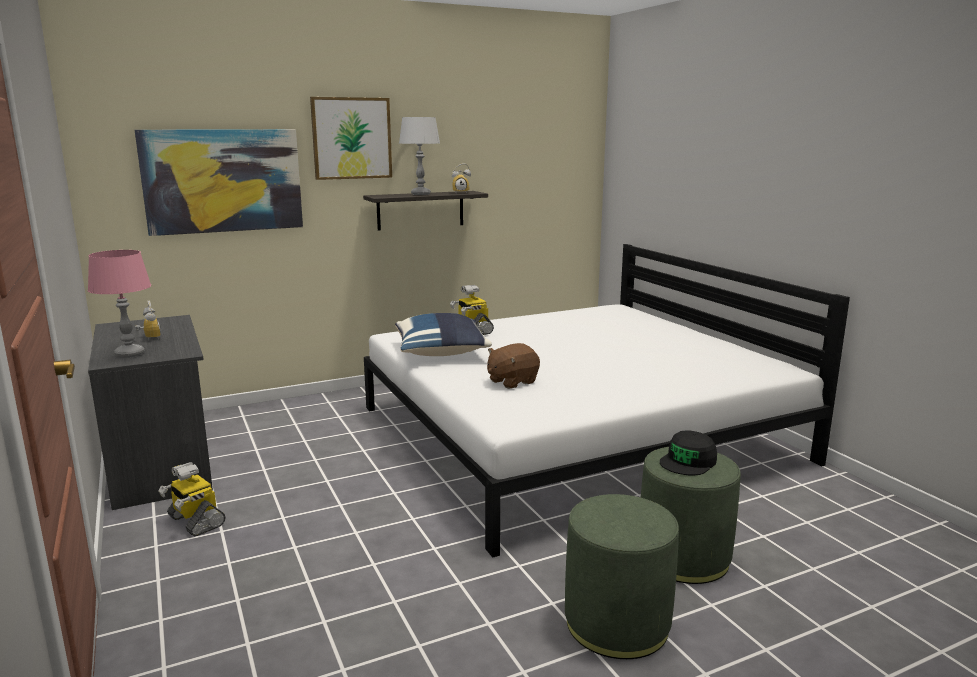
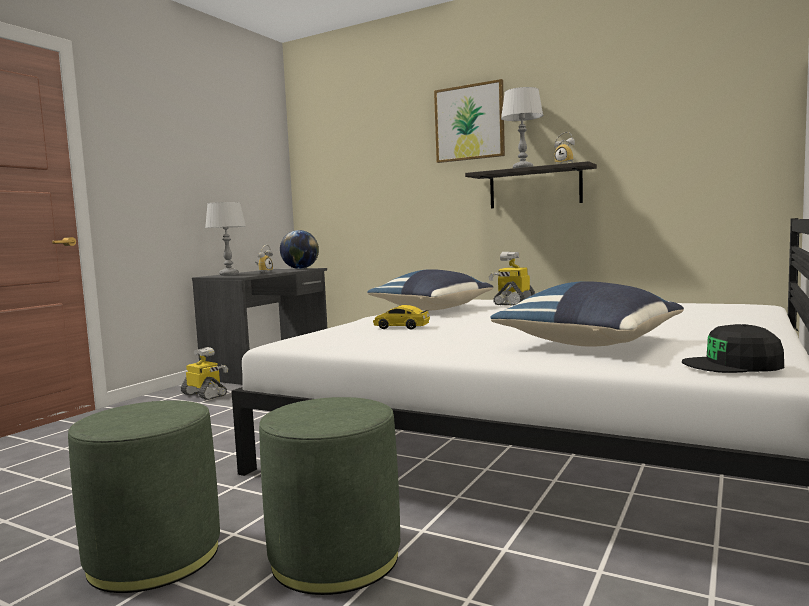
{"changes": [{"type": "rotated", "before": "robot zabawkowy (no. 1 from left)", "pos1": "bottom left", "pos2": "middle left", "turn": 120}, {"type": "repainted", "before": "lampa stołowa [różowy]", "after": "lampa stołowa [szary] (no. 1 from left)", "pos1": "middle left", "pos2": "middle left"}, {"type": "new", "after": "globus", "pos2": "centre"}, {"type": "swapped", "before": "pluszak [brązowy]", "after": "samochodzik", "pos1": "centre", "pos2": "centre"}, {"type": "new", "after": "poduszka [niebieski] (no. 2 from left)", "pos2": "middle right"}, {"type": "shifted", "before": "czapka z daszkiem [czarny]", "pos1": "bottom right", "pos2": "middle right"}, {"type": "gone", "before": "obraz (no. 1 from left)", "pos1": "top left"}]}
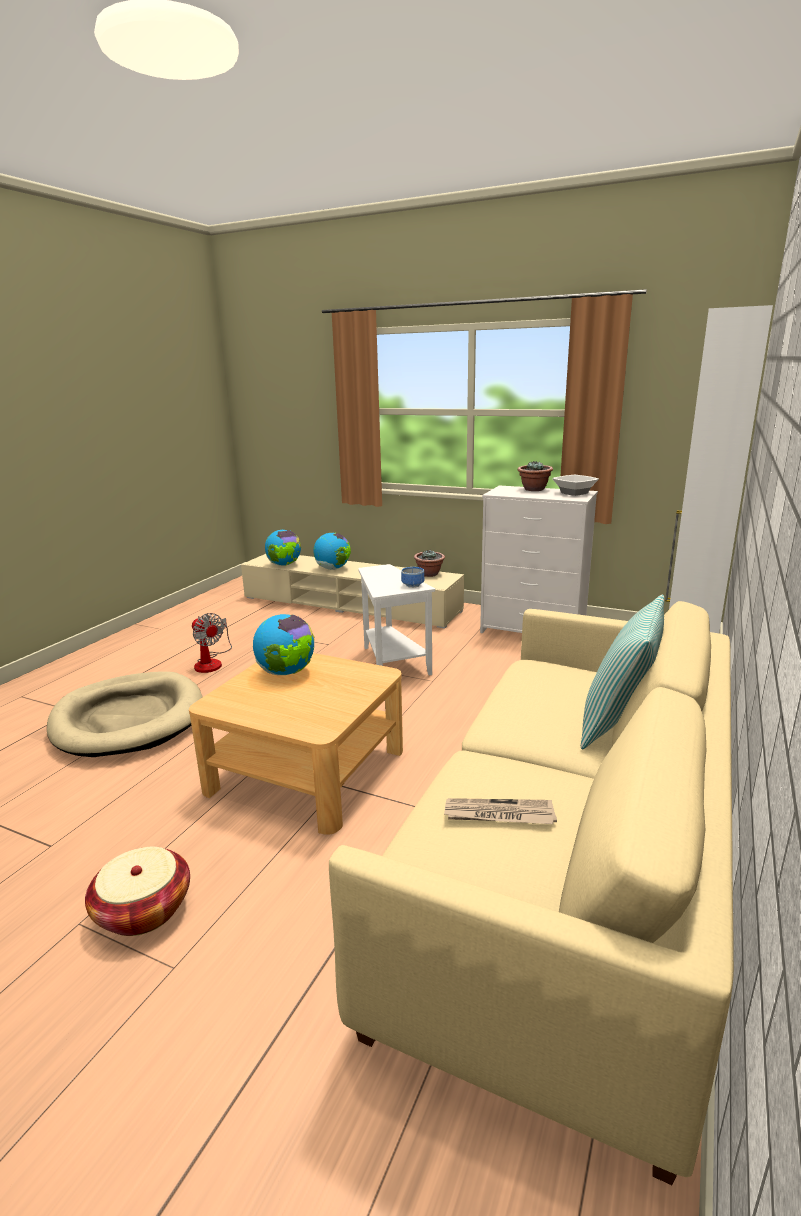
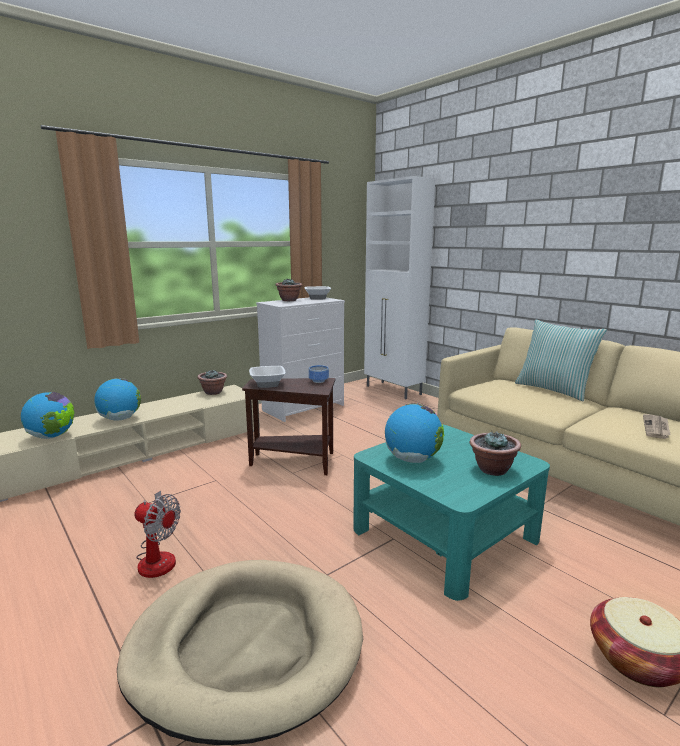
{"changes": [{"type": "rotated", "before": "wentylator", "pos1": "middle left", "pos2": "bottom left", "turn": 45}, {"type": "repainted", "before": "stolik [biały]", "after": "stolik [brązowy]", "pos1": "centre", "pos2": "centre"}, {"type": "new", "after": "miska (no. 1 from left)", "pos2": "centre"}, {"type": "repainted", "before": "ława [beżowy]", "after": "ława [turkusowy]", "pos1": "centre", "pos2": "bottom centre"}, {"type": "new", "after": "roślina doniczkowa (no. 3 from left)", "pos2": "middle right"}]}
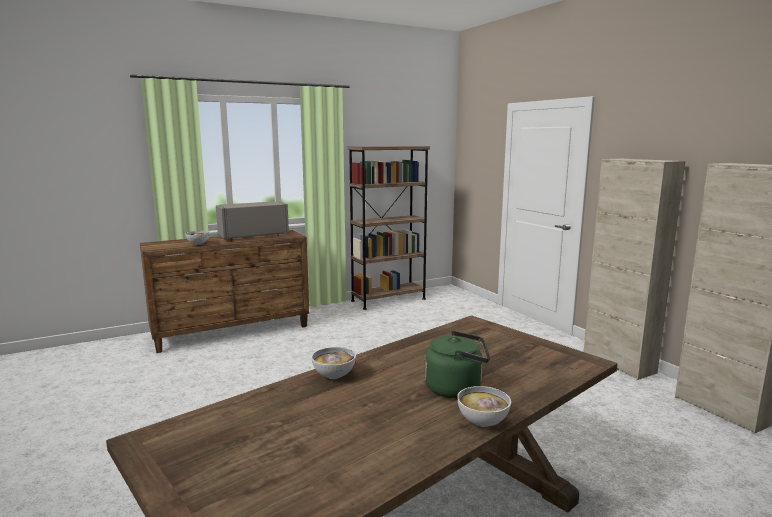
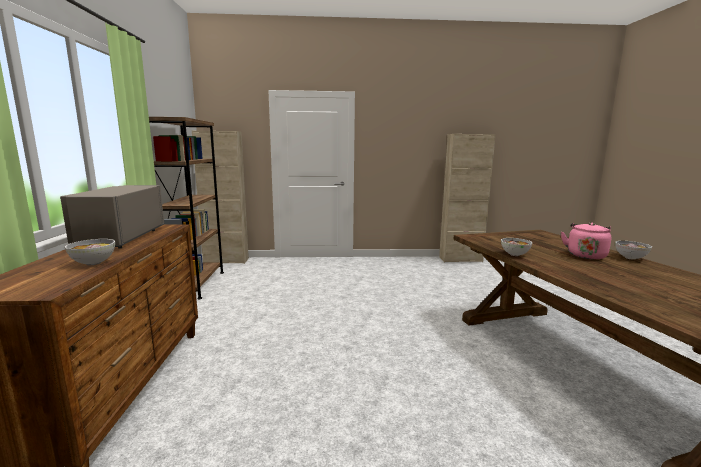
{"changes": [{"type": "shifted", "before": "szafka [beżowy] (no. 1 from left)", "pos1": "middle right", "pos2": "middle left"}, {"type": "shifted", "before": "miska (no. 2 from left)", "pos1": "bottom centre", "pos2": "middle right"}, {"type": "repainted", "before": "czajnik [zielony]", "after": "czajnik [różowy]", "pos1": "bottom centre", "pos2": "middle right"}]}
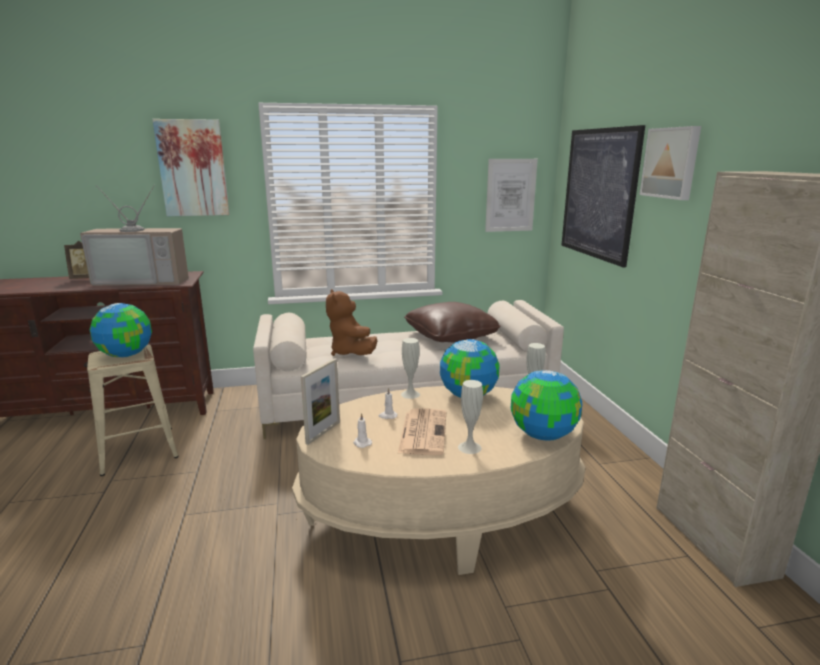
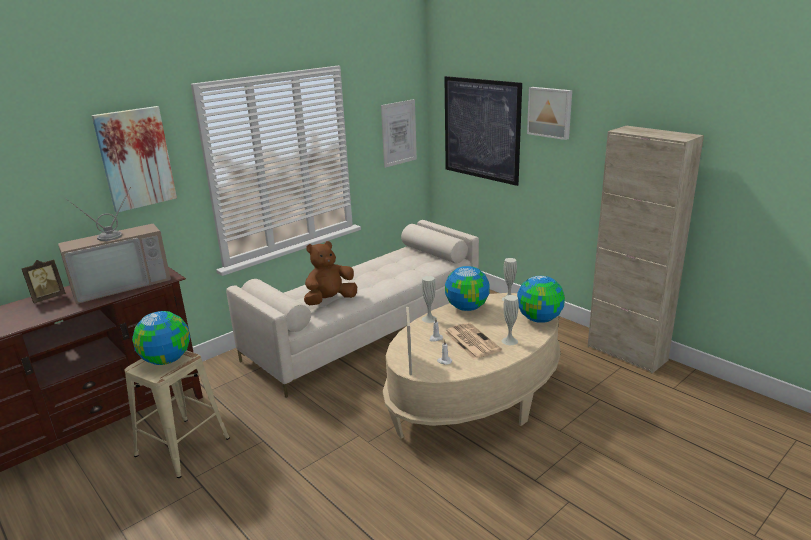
{"changes": [{"type": "rotated", "before": "pluszak [brązowy]", "pos1": "centre", "pos2": "centre", "turn": 105}, {"type": "gone", "before": "poduszka [brązowy]", "pos1": "centre"}]}
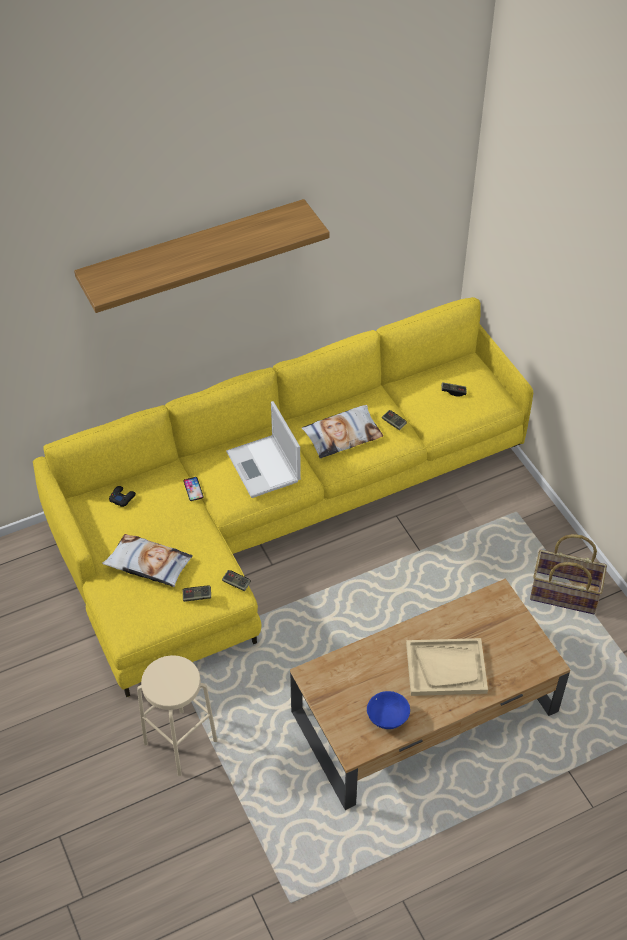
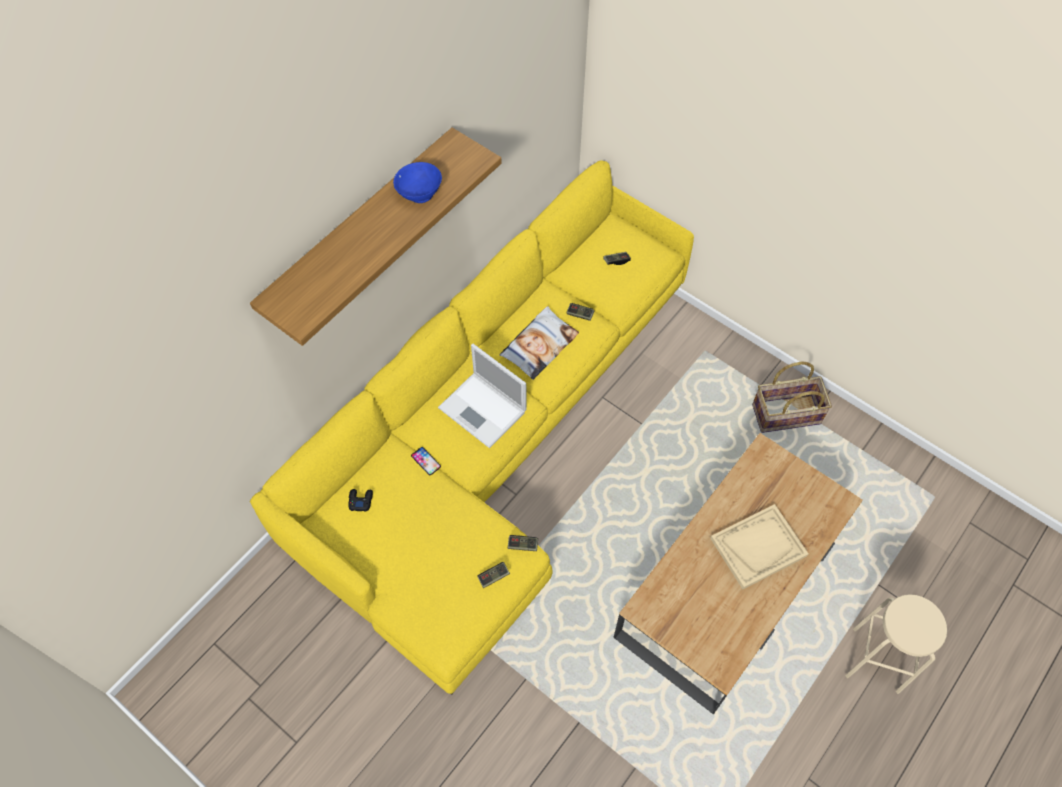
{"changes": [{"type": "shifted", "before": "miska [niebieski]", "pos1": "bottom centre", "pos2": "top centre"}, {"type": "shifted", "before": "stołek [beżowy]", "pos1": "bottom left", "pos2": "bottom right"}, {"type": "gone", "before": "poduszka (no. 1 from left)", "pos1": "middle left"}]}
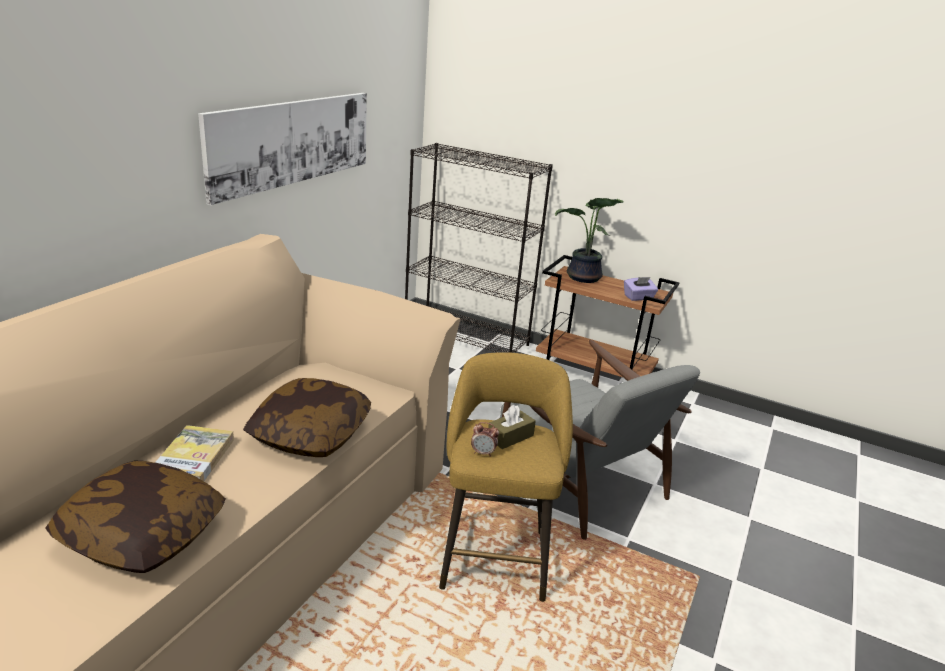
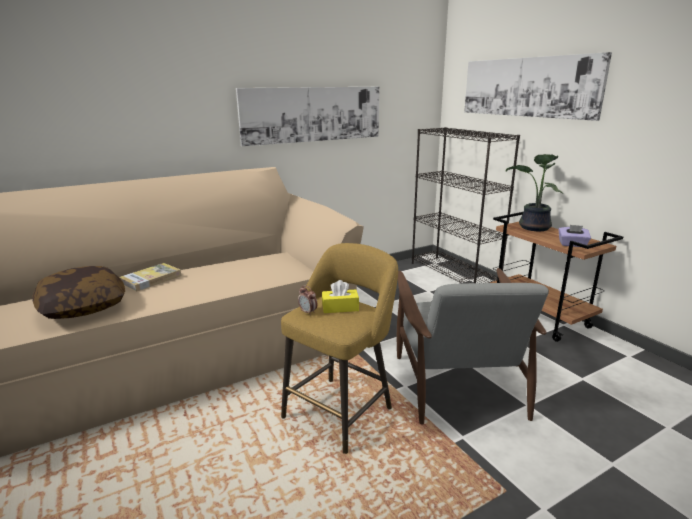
{"changes": [{"type": "repainted", "before": "pudełko chusteczek [brązowy]", "after": "pudełko chusteczek [żółty]", "pos1": "centre", "pos2": "centre"}, {"type": "new", "after": "obraz (no. 2 from left)", "pos2": "top right"}, {"type": "gone", "before": "poduszka (no. 2 from left)", "pos1": "middle left"}]}
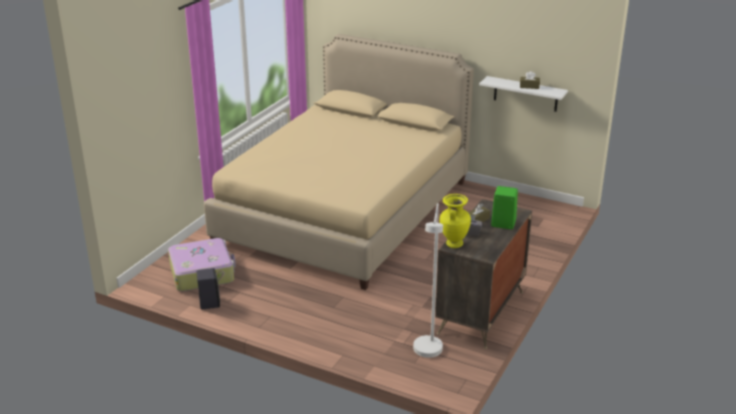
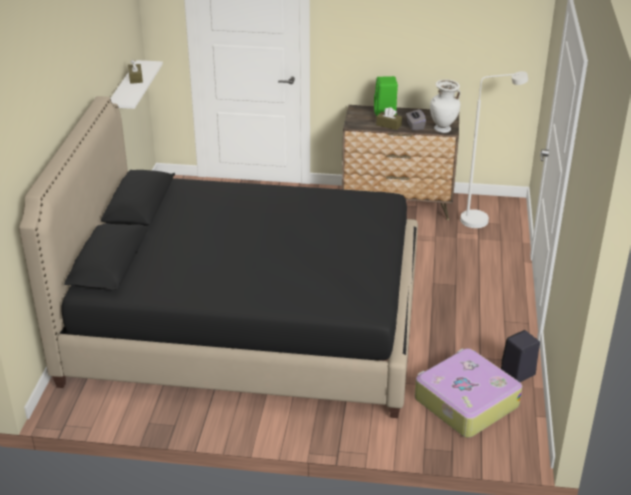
{"changes": [{"type": "repainted", "before": "łóżko [beżowy]", "after": "łóżko [czarny]", "pos1": "centre", "pos2": "centre"}, {"type": "repainted", "before": "wazon [żółty]", "after": "wazon [biały]", "pos1": "centre", "pos2": "top right"}]}
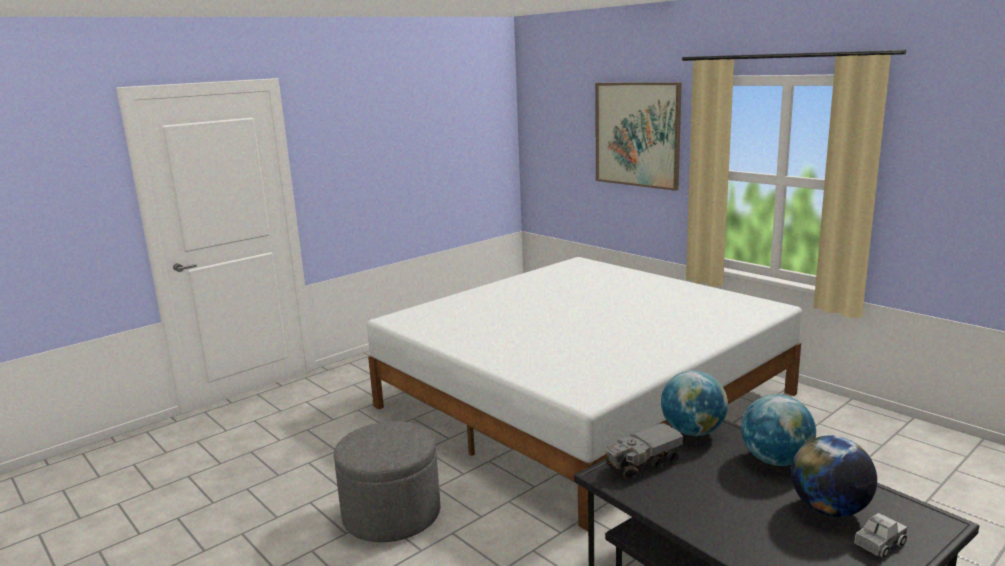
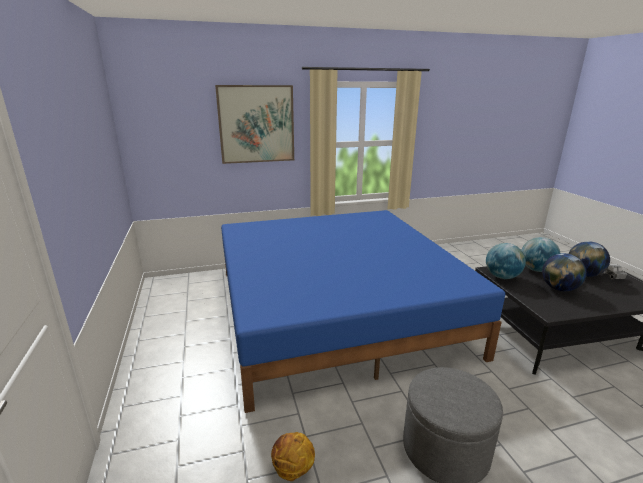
{"changes": [{"type": "repainted", "before": "łóżko [biały]", "after": "łóżko [niebieski]", "pos1": "bottom centre", "pos2": "centre"}, {"type": "new", "after": "piłka do koszykówki", "pos2": "bottom centre"}, {"type": "new", "after": "globus (no. 3 from left)", "pos2": "middle right"}, {"type": "gone", "before": "ciężarówka zabawkowa (no. 1 from left)", "pos1": "bottom centre"}]}
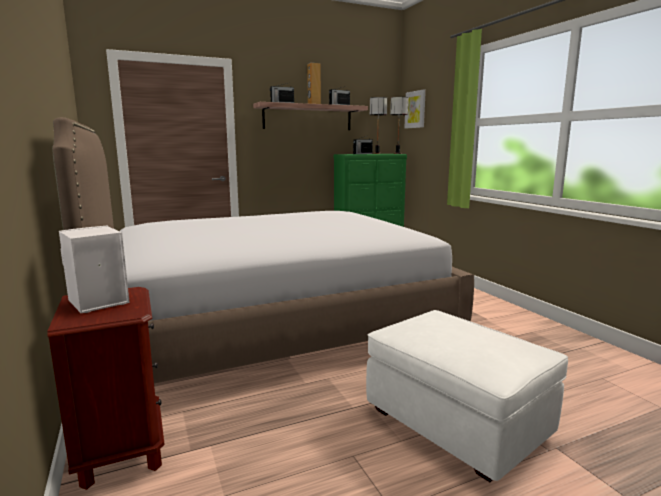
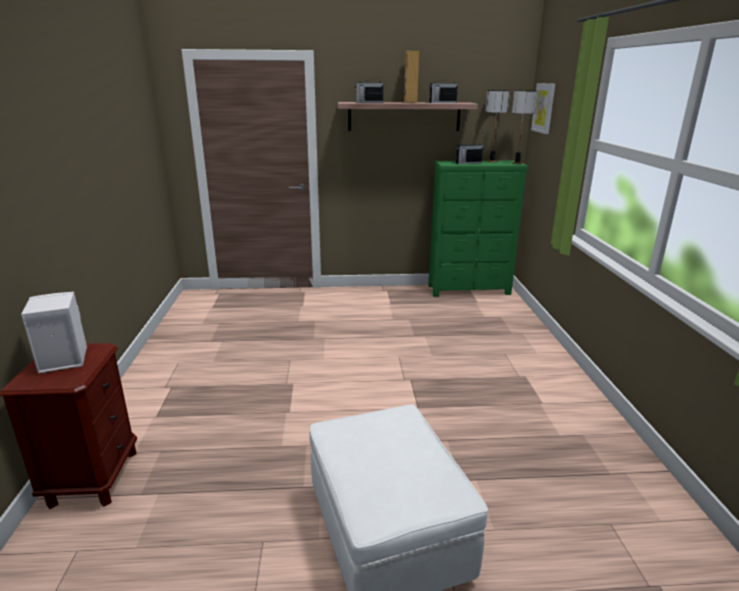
{"changes": [{"type": "gone", "before": "łóżko", "pos1": "centre"}]}
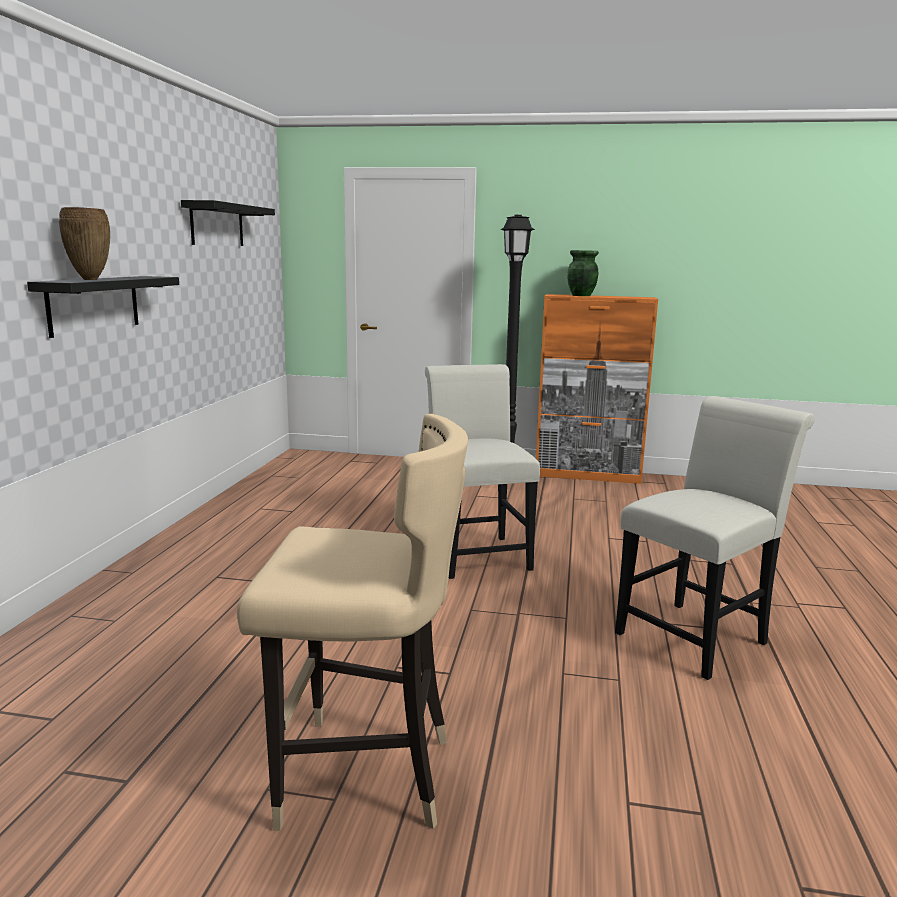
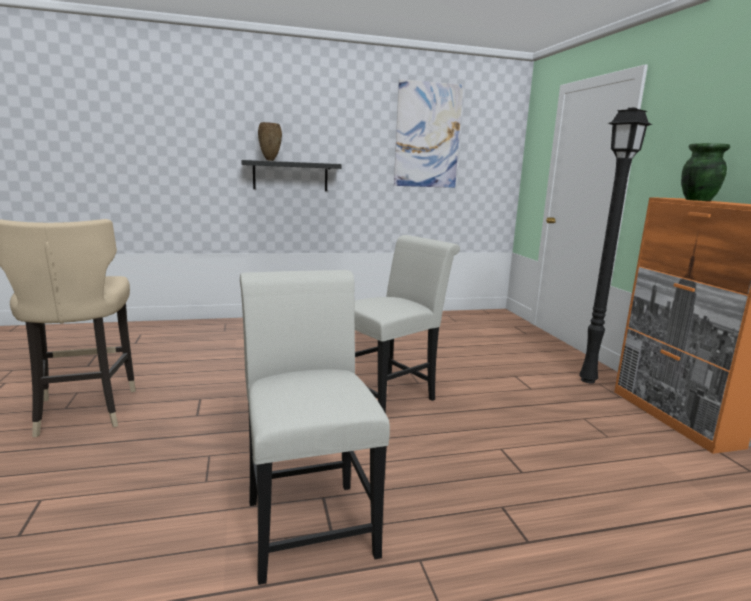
{"changes": [{"type": "rotated", "before": "krzesło [biały] (no. 2 from left in the first image)", "pos1": "middle right", "pos2": "bottom centre", "turn": -135}, {"type": "swapped", "before": "półka [czarny] (no. 2 from left)", "after": "obraz", "pos1": "top left", "pos2": "top centre"}]}
